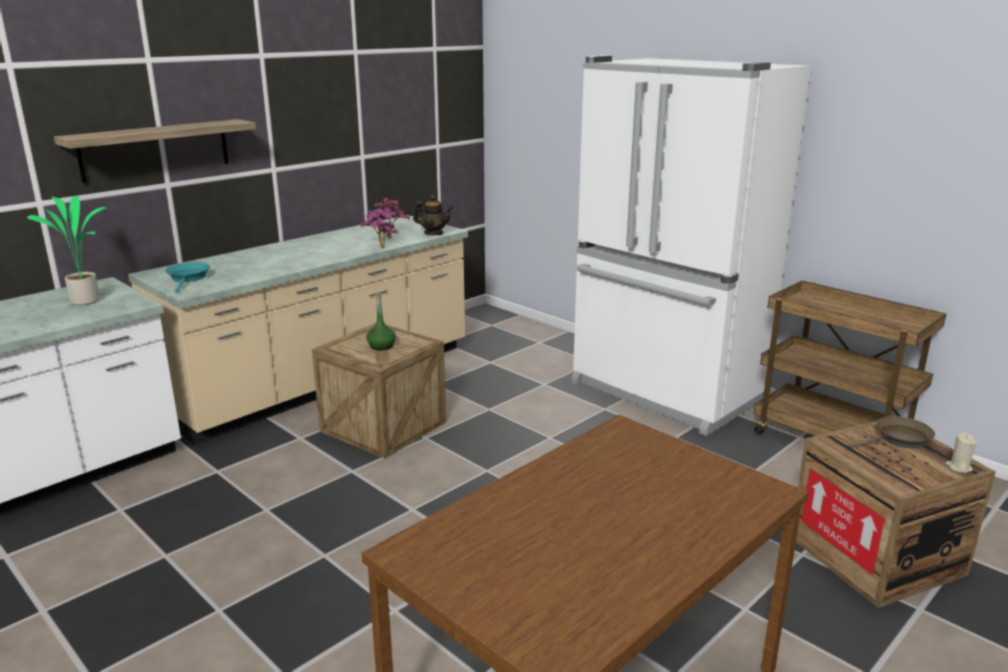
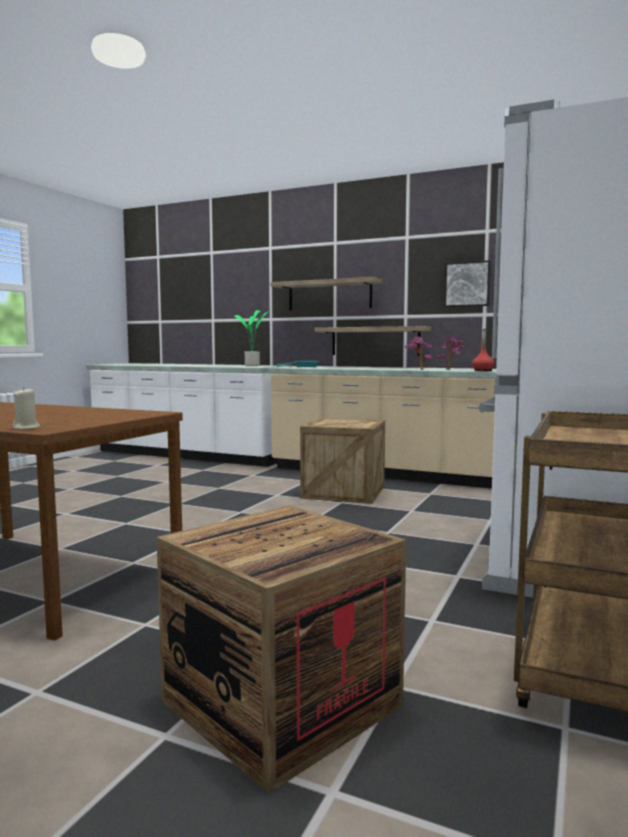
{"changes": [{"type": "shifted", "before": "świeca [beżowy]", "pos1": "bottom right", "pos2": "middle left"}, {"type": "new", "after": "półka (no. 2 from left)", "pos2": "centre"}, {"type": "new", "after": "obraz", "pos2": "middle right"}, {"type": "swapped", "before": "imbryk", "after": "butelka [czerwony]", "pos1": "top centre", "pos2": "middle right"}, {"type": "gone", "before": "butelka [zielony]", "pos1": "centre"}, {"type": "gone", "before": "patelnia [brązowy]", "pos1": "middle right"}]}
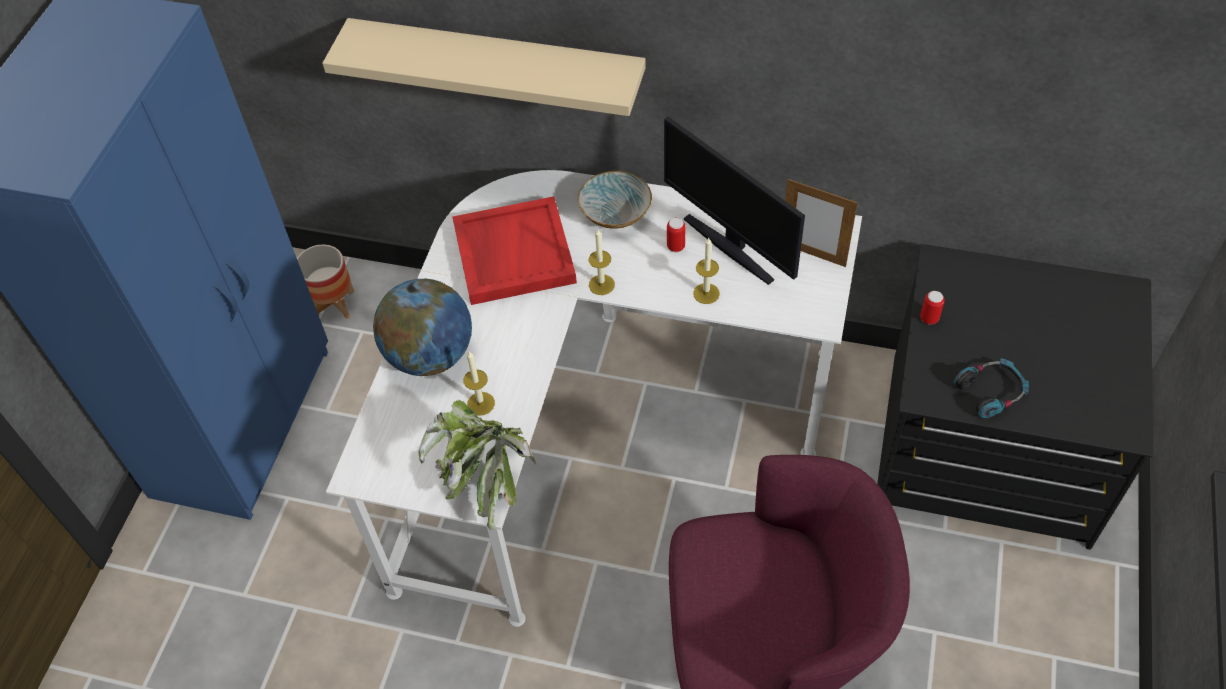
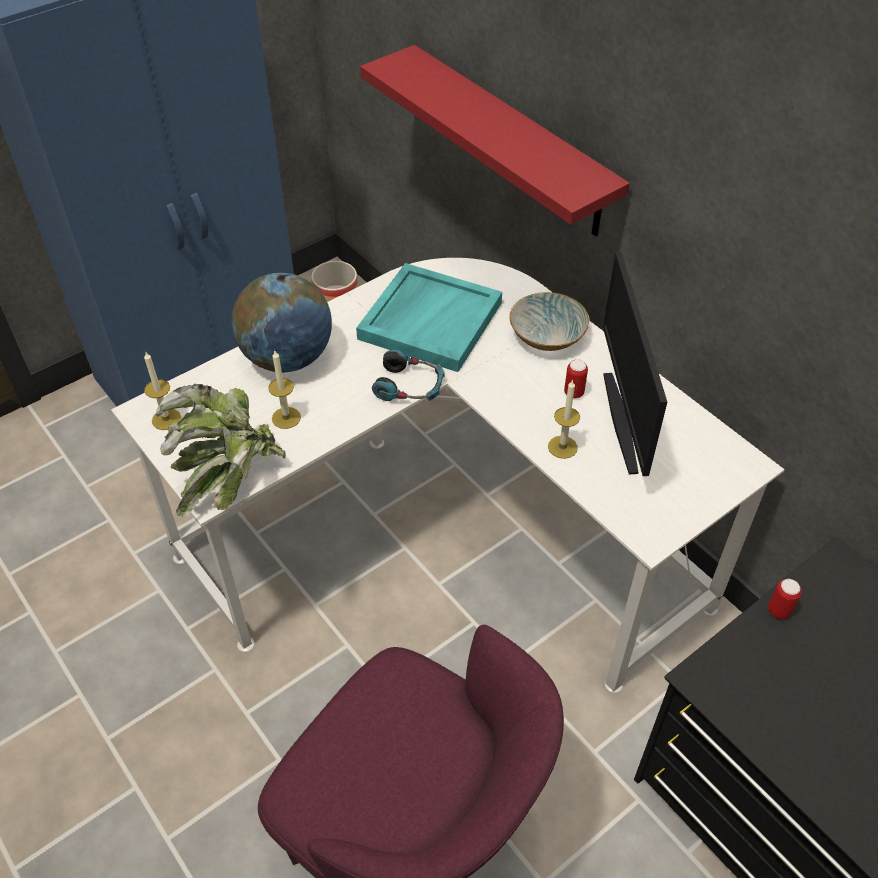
{"changes": [{"type": "shifted", "before": "świeca (no. 2 from left in the first image)", "after": "świeca (no. 1 from left)", "pos1": "centre", "pos2": "middle left"}, {"type": "repainted", "before": "taca [czerwony]", "after": "taca [turkusowy]", "pos1": "centre", "pos2": "centre"}, {"type": "repainted", "before": "półka [beżowy]", "after": "półka [czerwony]", "pos1": "top centre", "pos2": "top centre"}, {"type": "shifted", "before": "słuchawki", "pos1": "middle right", "pos2": "centre"}, {"type": "gone", "before": "ramka na zdjęcie", "pos1": "top right"}]}
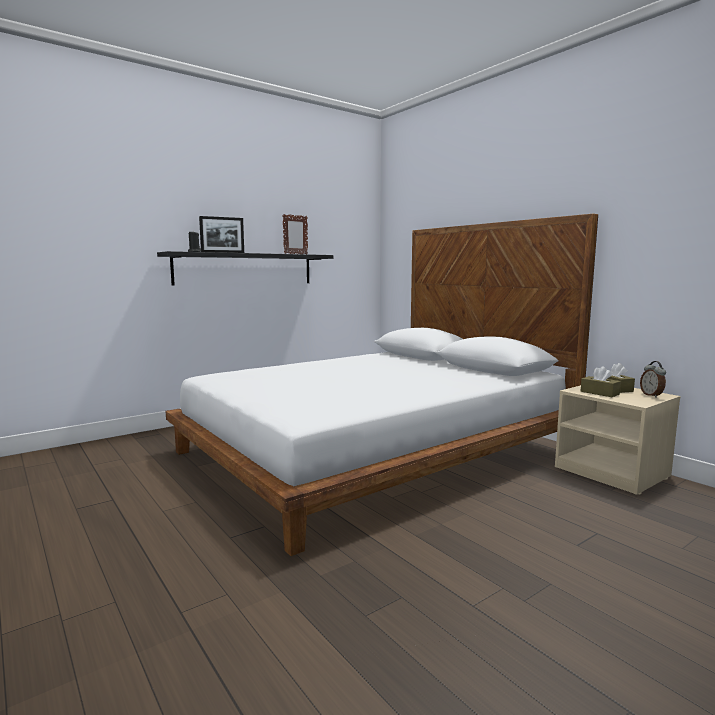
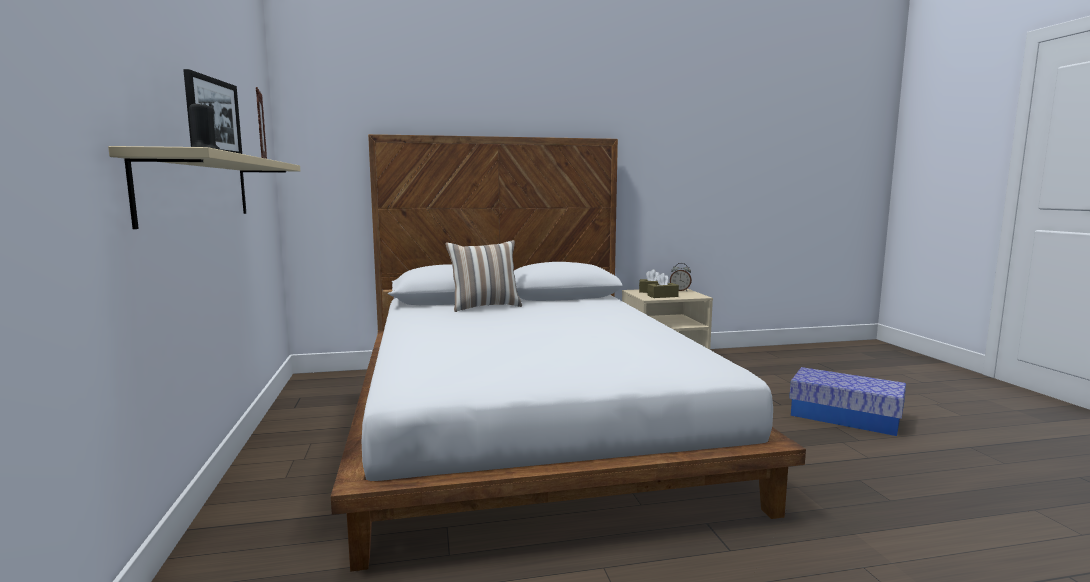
{"changes": [{"type": "repainted", "before": "półka [czarny]", "after": "półka [beżowy]", "pos1": "centre", "pos2": "top left"}, {"type": "new", "after": "poduszka", "pos2": "centre"}, {"type": "new", "after": "pojemnik do przechowywania", "pos2": "bottom right"}]}
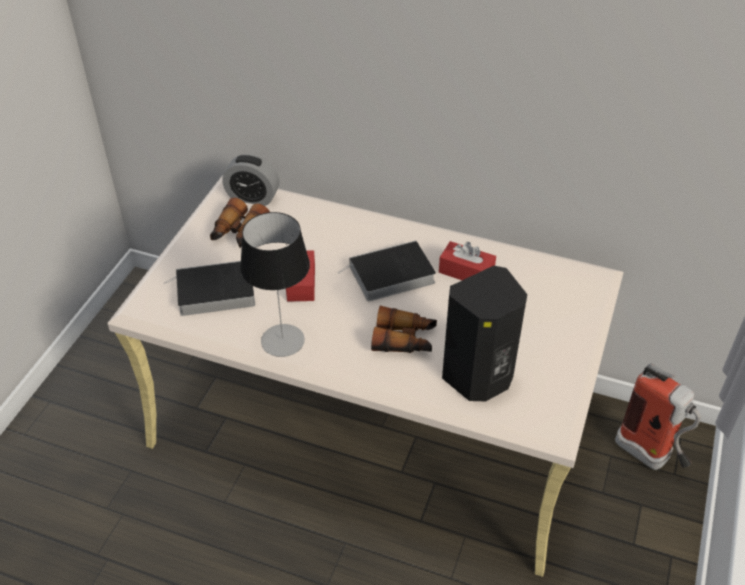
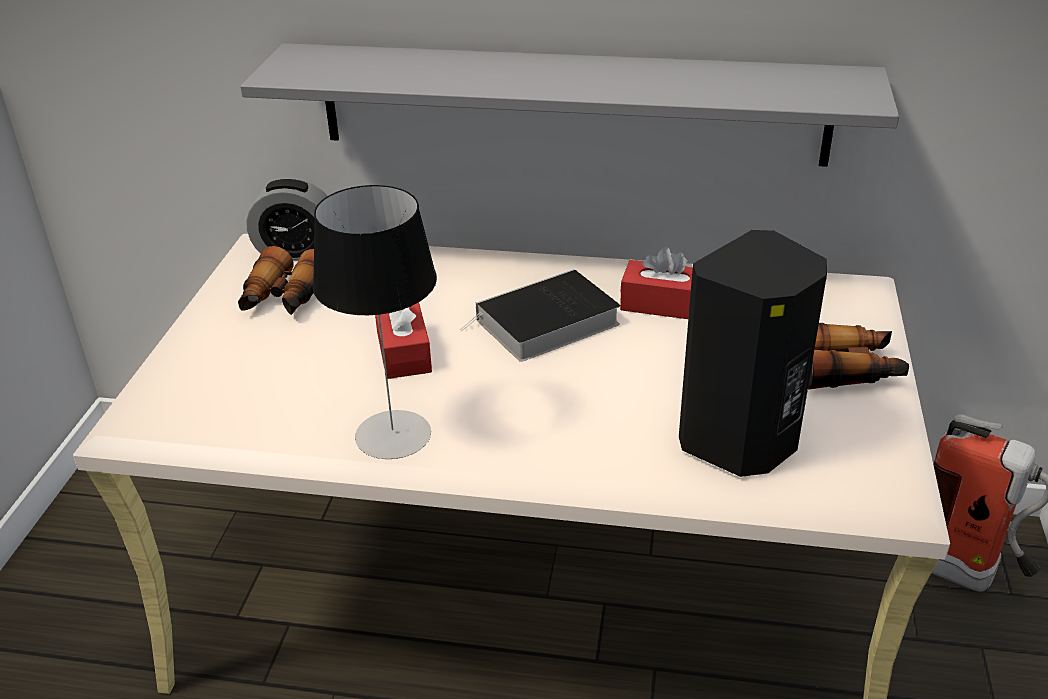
{"changes": [{"type": "new", "after": "półka [szary]", "pos2": "top centre"}, {"type": "shifted", "before": "lornetka (no. 2 from left)", "pos1": "centre", "pos2": "middle right"}, {"type": "gone", "before": "książka (no. 1 from left)", "pos1": "middle left"}]}
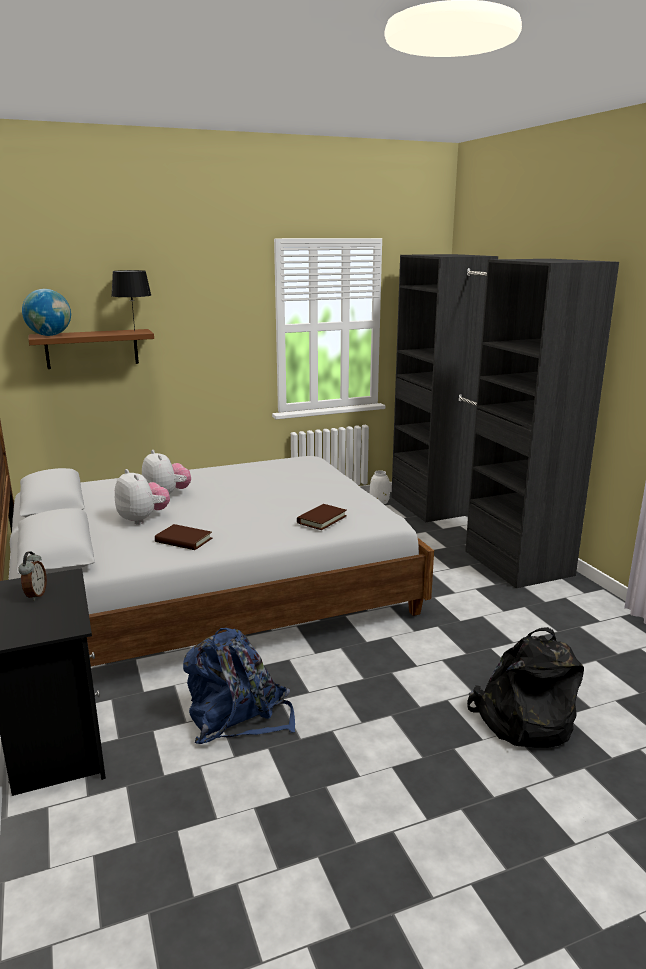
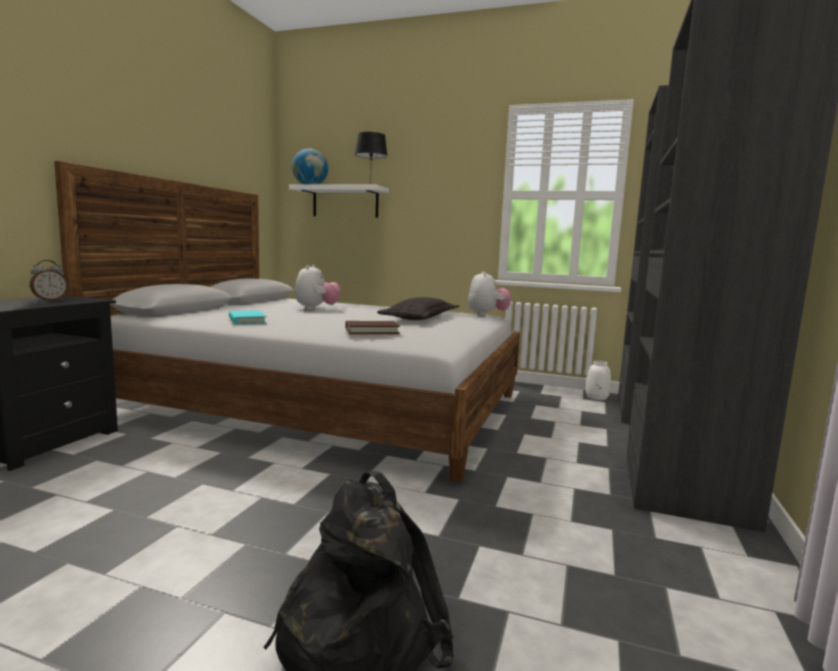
{"changes": [{"type": "repainted", "before": "książka [brązowy] (no. 1 from left)", "after": "książka [turkusowy]", "pos1": "middle left", "pos2": "middle left"}, {"type": "repainted", "before": "półka [brązowy]", "after": "półka [biały]", "pos1": "middle left", "pos2": "top centre"}, {"type": "new", "after": "poduszka", "pos2": "centre"}, {"type": "shifted", "before": "pluszak (no. 1 from left in the first image)", "after": "pluszak (no. 2 from left)", "pos1": "middle left", "pos2": "centre"}, {"type": "gone", "before": "plecak [niebieski]", "pos1": "bottom centre"}]}
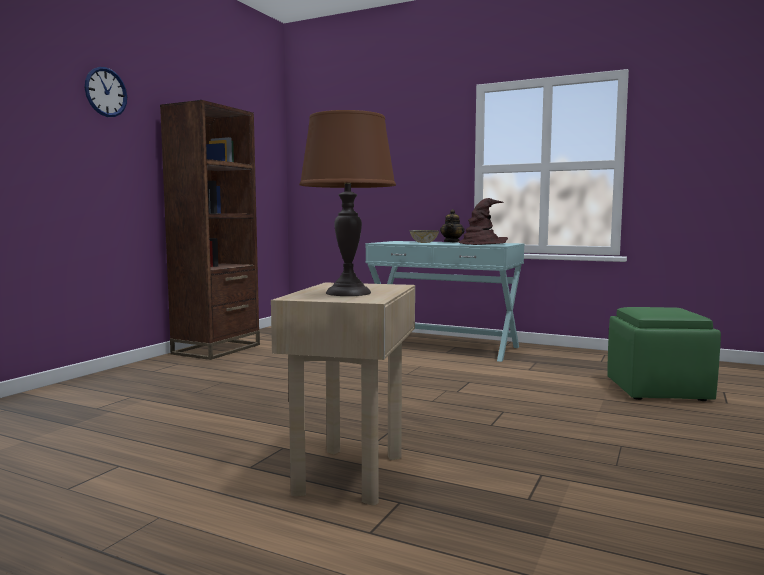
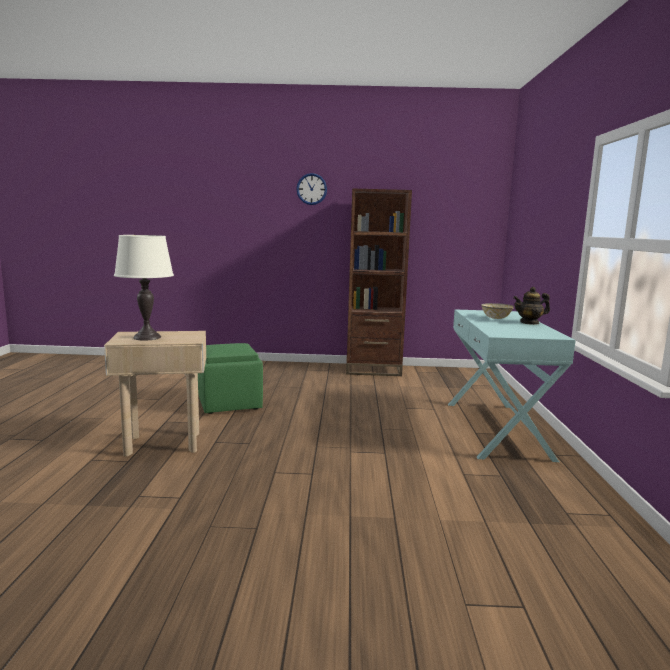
{"changes": [{"type": "repainted", "before": "lampa stołowa [brązowy]", "after": "lampa stołowa [biały]", "pos1": "centre", "pos2": "middle left"}, {"type": "shifted", "before": "pufa [zielony]", "pos1": "middle right", "pos2": "centre"}, {"type": "gone", "before": "kapelusz [brązowy]", "pos1": "centre"}]}
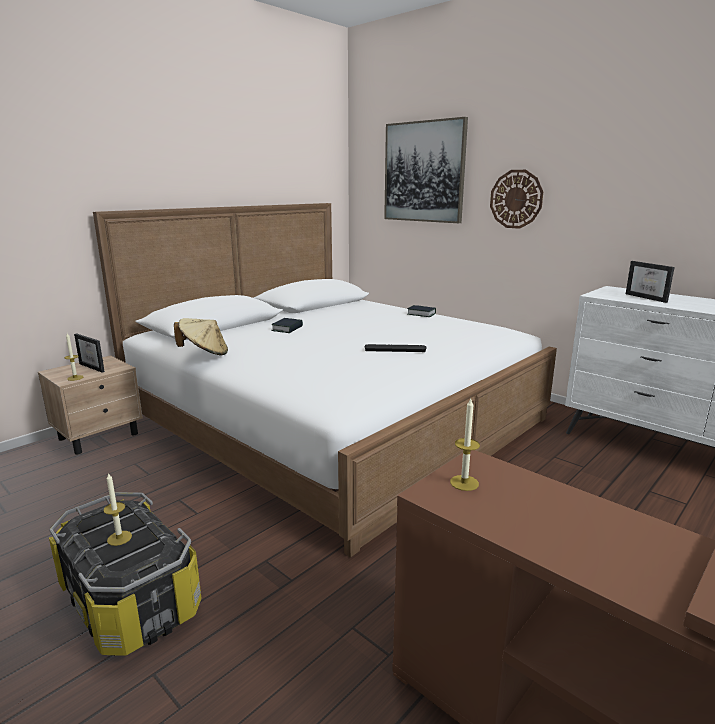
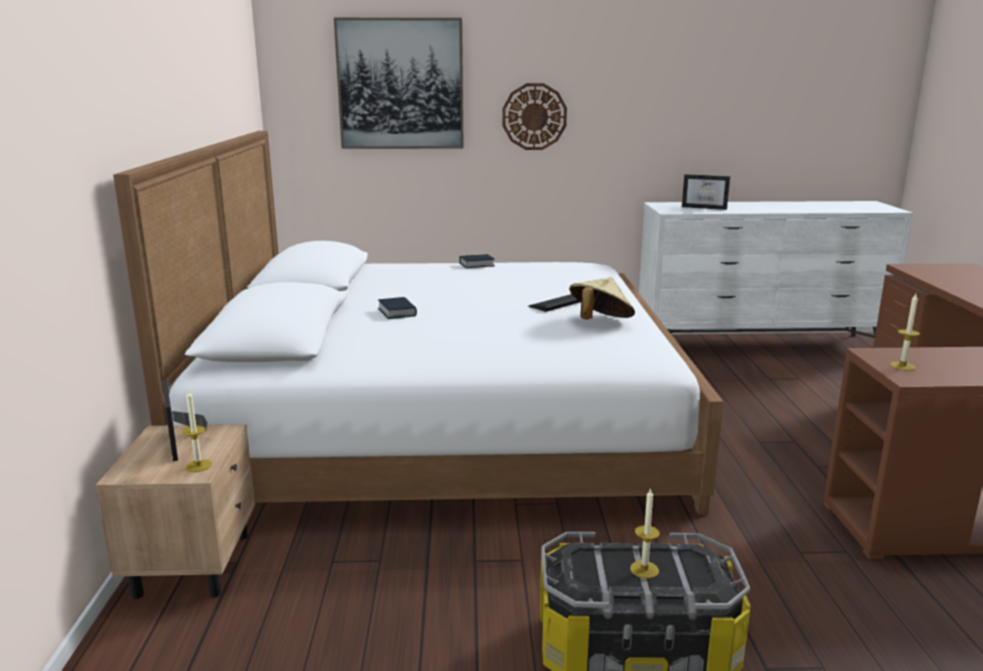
{"changes": [{"type": "rotated", "before": "ramka na zdjęcie (no. 1 from left)", "pos1": "middle left", "pos2": "middle left", "turn": 75}, {"type": "shifted", "before": "kapelusz [beżowy]", "pos1": "middle left", "pos2": "centre"}]}
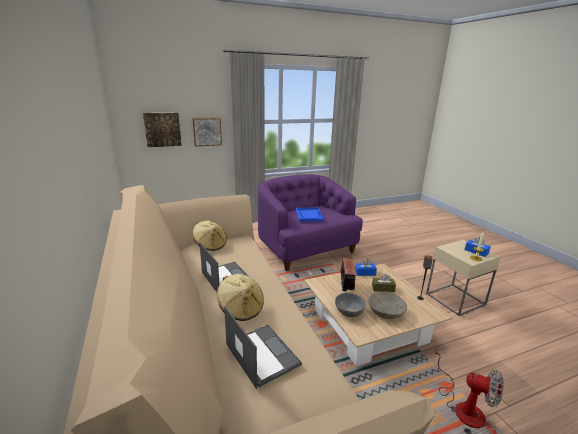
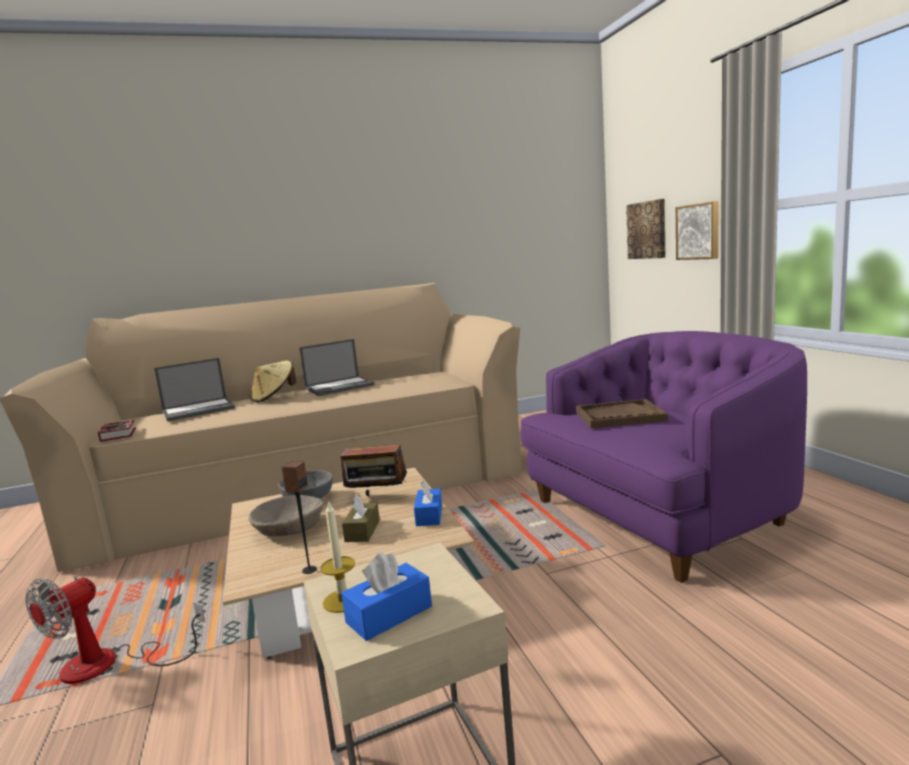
{"changes": [{"type": "new", "after": "książka", "pos2": "middle left"}, {"type": "repainted", "before": "taca [niebieski]", "after": "taca [brązowy]", "pos1": "centre", "pos2": "middle right"}, {"type": "gone", "before": "kapelusz [beżowy] (no. 1 from left)", "pos1": "centre"}]}
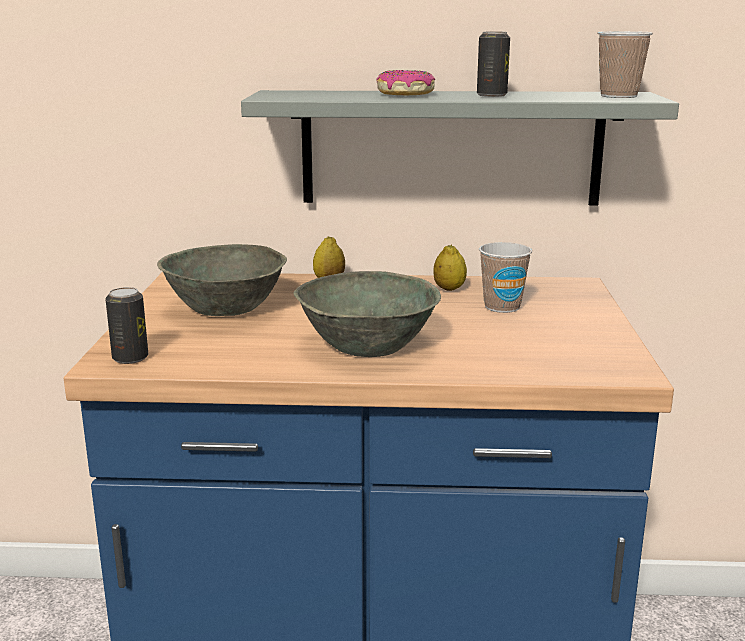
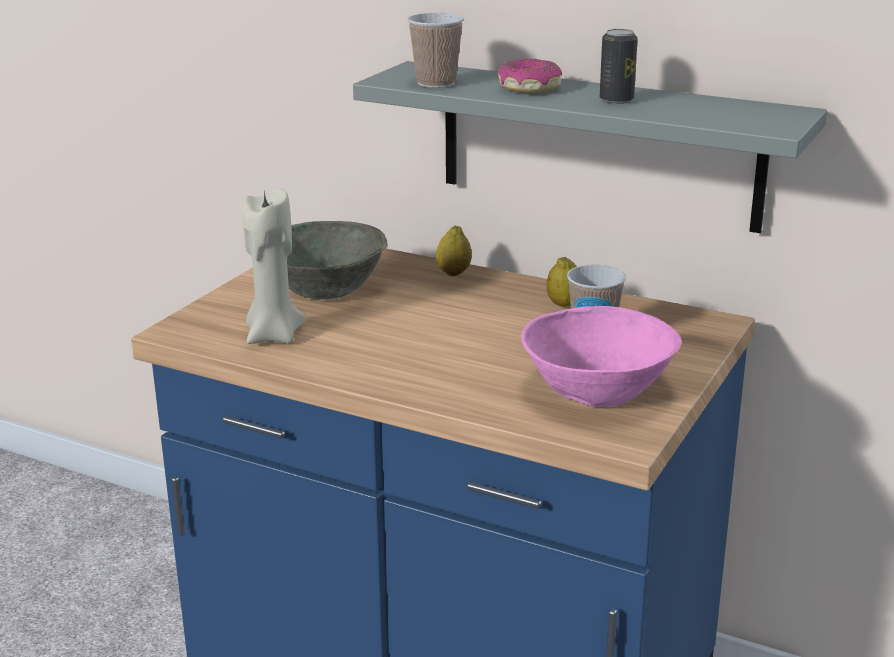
{"changes": [{"type": "new", "after": "świeca [beżowy]", "pos2": "middle left"}, {"type": "shifted", "before": "filiżanka (no. 2 from left in the first image)", "after": "filiżanka (no. 1 from left)", "pos1": "top right", "pos2": "top centre"}, {"type": "new", "after": "miska [różowy]", "pos2": "middle right"}, {"type": "gone", "before": "puszka (no. 1 from left)", "pos1": "middle left"}, {"type": "gone", "before": "miska [szary] (no. 2 from left)", "pos1": "centre"}]}
